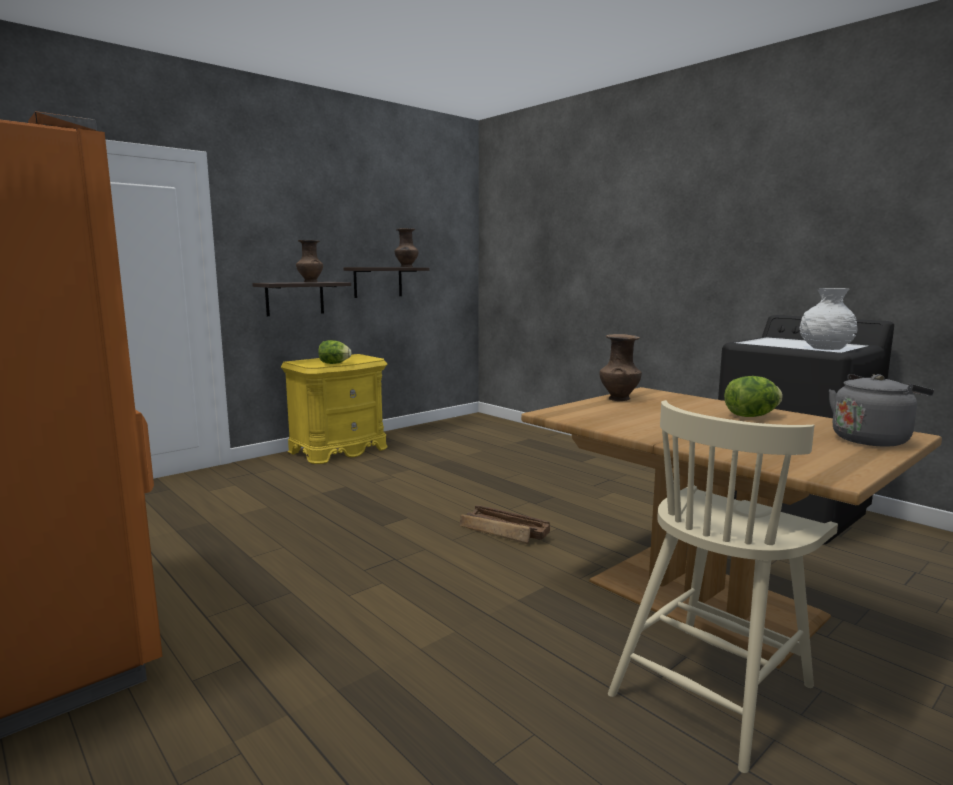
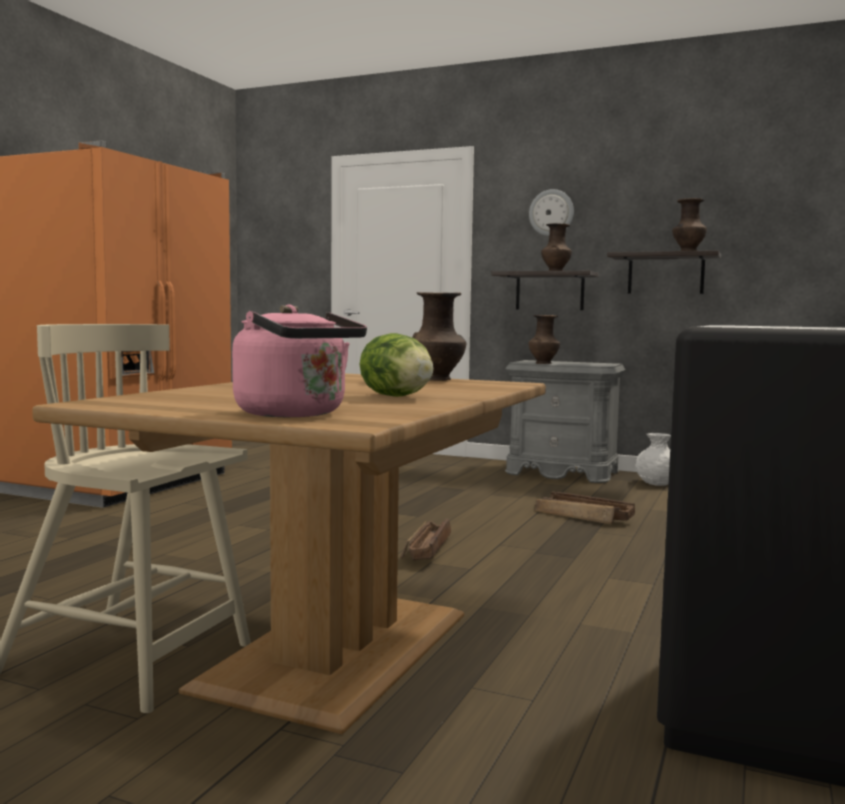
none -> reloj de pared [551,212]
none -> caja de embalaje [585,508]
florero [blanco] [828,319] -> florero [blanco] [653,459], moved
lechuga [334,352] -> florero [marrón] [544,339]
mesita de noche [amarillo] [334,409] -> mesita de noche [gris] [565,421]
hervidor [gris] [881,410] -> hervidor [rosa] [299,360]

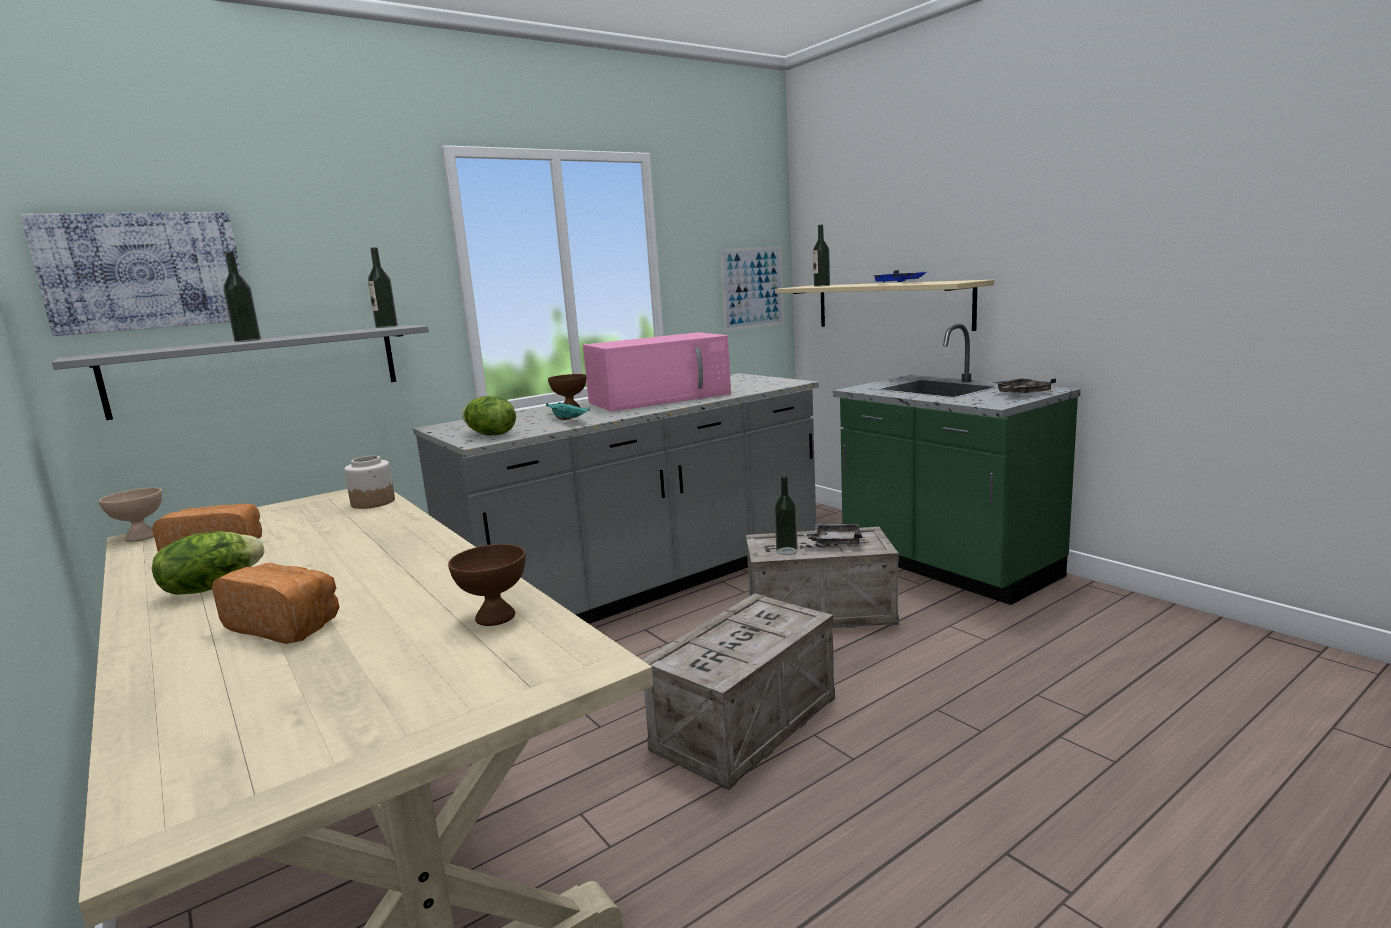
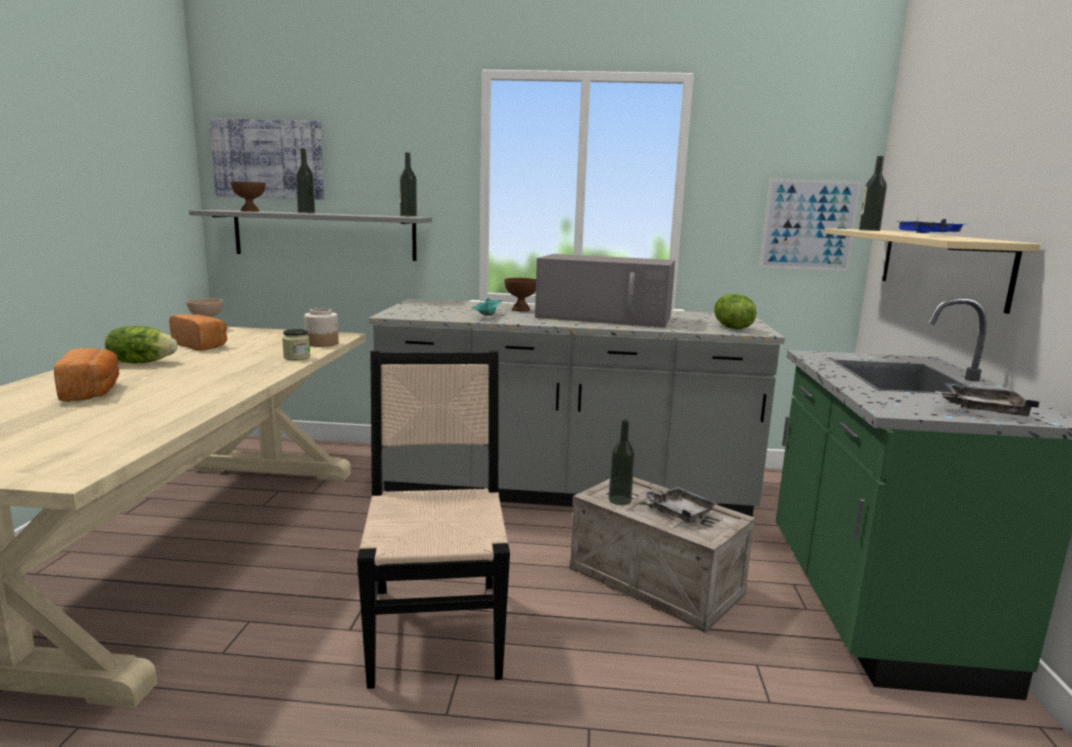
none -> tarro [296,344]
cuenco [marrón] [487,585] -> cuenco [marrón] [247,196], moved
lechuga [489,415] -> lechuga [735,311], moved
caja de embalaje [738,691] -> silla [433,519]
microondas [rosa] [657,372] -> microondas [gris] [605,291]

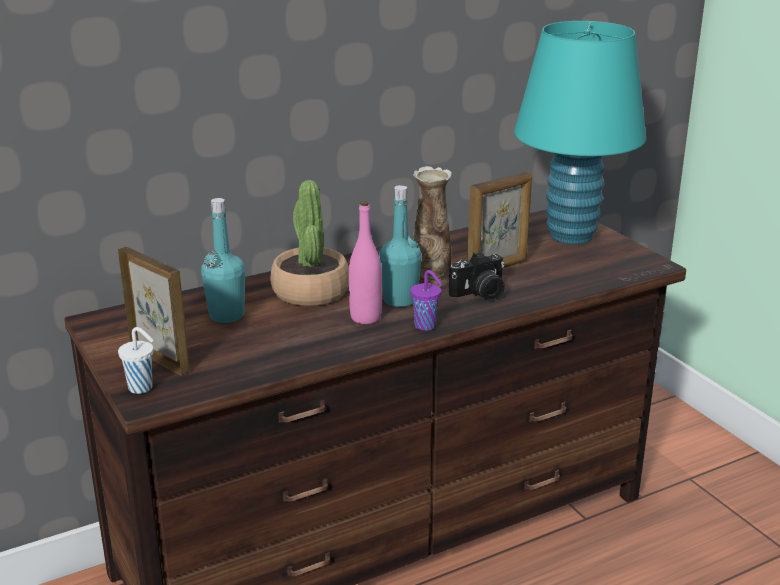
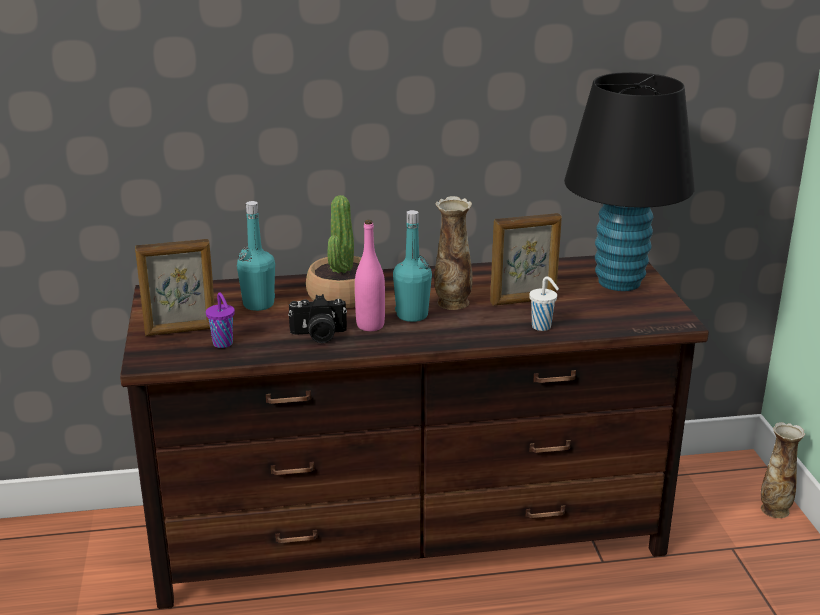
none -> florero [783,470]
taza [blanco] [136,360] -> taza [blanco] [544,303], moved
taza [morado] [426,300] -> taza [morado] [220,320], moved
cámara [477,276] -> cámara [317,318], moved
lámpara de mesa [turquesa] [580,132] -> lámpara de mesa [negro] [629,181]
portarretratos [154,311] -> portarretratos [175,287], 105 degrees clockwise

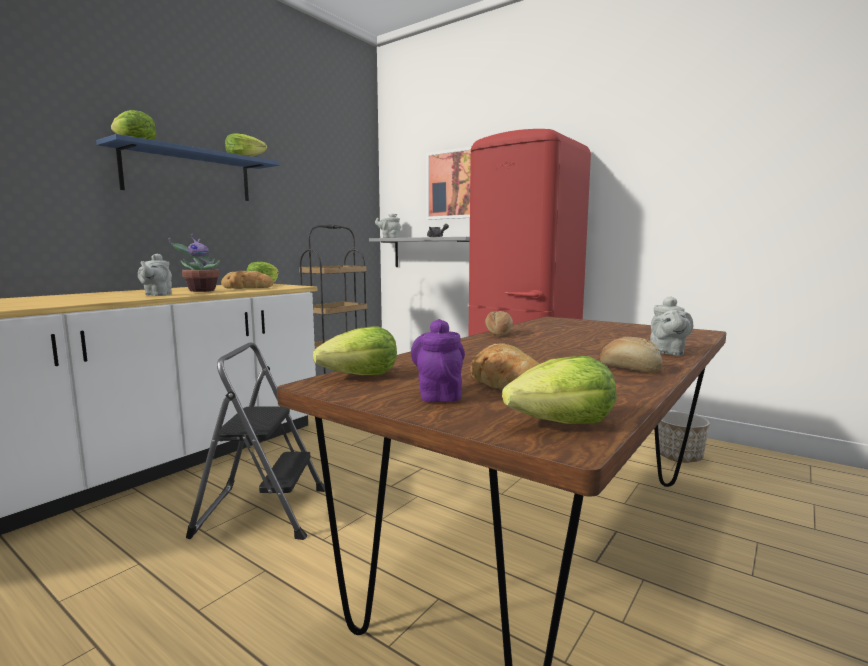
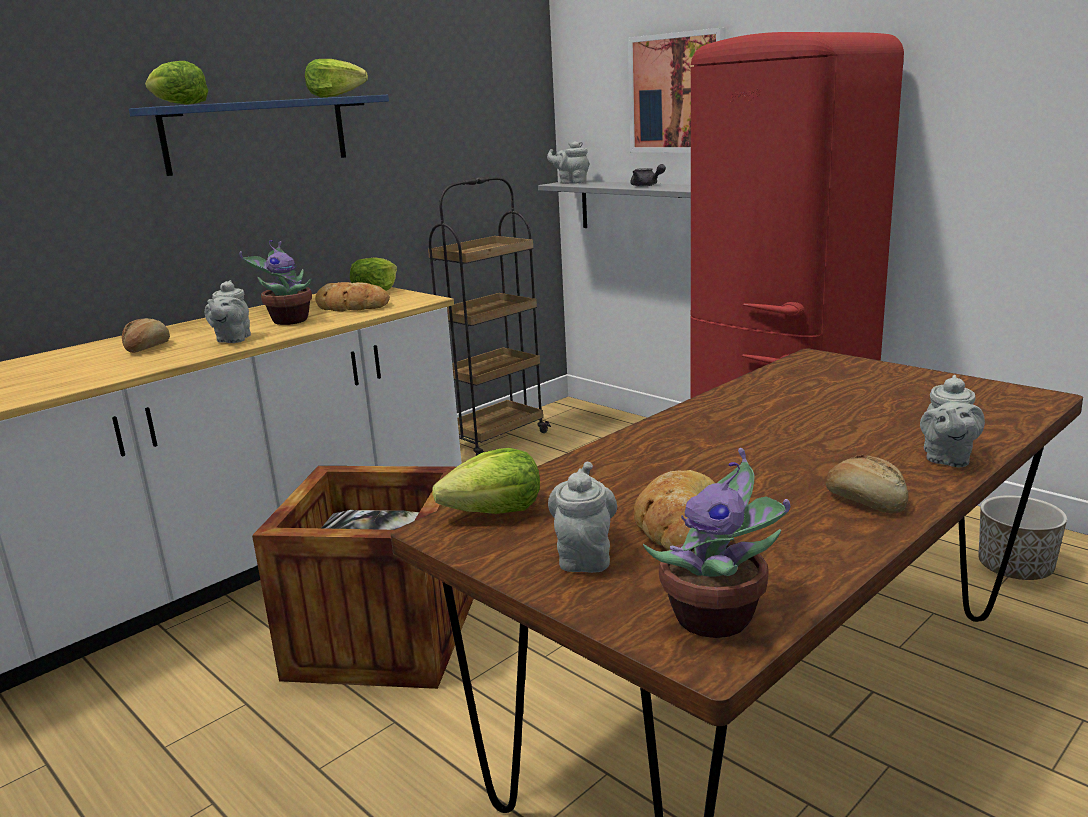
pan [499,323] -> pan [146,335], moved
escalera de tijera [negro] [255,441] -> caja de embalaje [363,577]
lechuga [559,390] -> planta en maceta [716,543]
tetera [morado] [438,360] -> tetera [gris] [582,517]

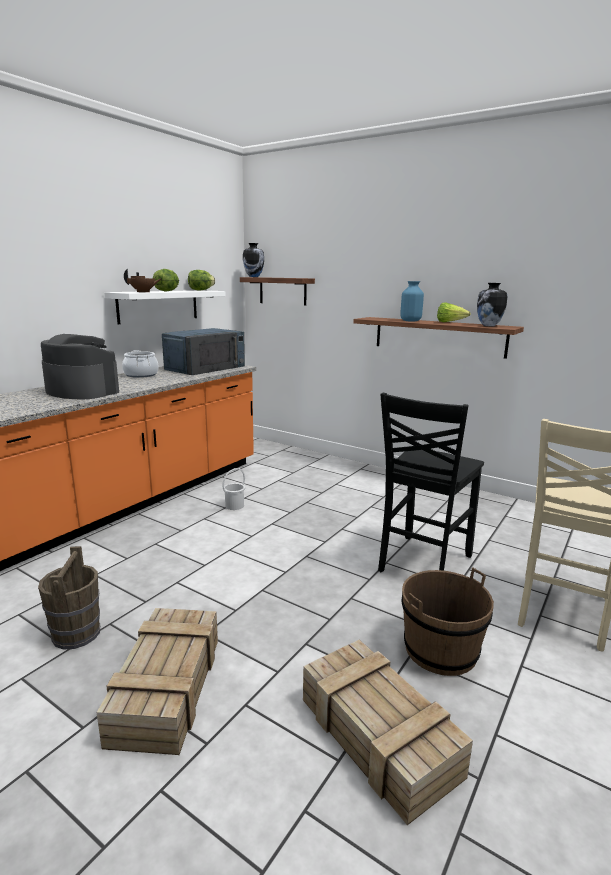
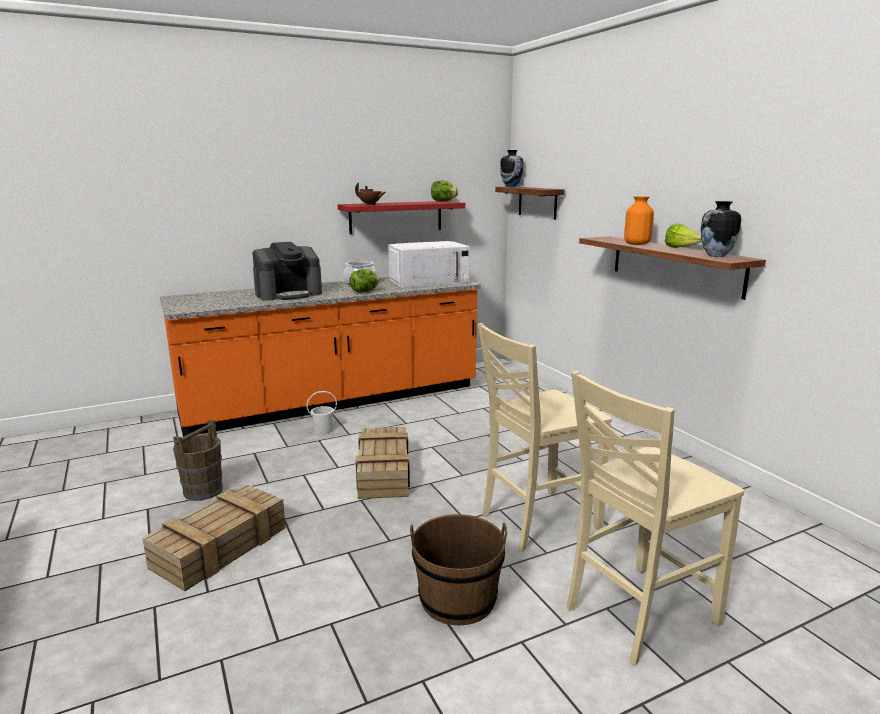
lechuga [166,280] -> lechuga [364,281], moved
cubo [blanco] [233,489] -> cubo [blanco] [322,412], moved
caja de embalaje [388,732] -> caja de embalaje [383,463], moved
estante [blanco] [165,307] -> estante [rojo] [401,217]
microondas [azul] [203,351] -> microondas [blanco] [429,264]
silla [negro] [431,482] -> silla [beis] [545,437]
florero [azul] [412,301] -> florero [naranja] [639,220]
cafetera [80,367] -> cafetera [287,271], 90 degrees clockwise

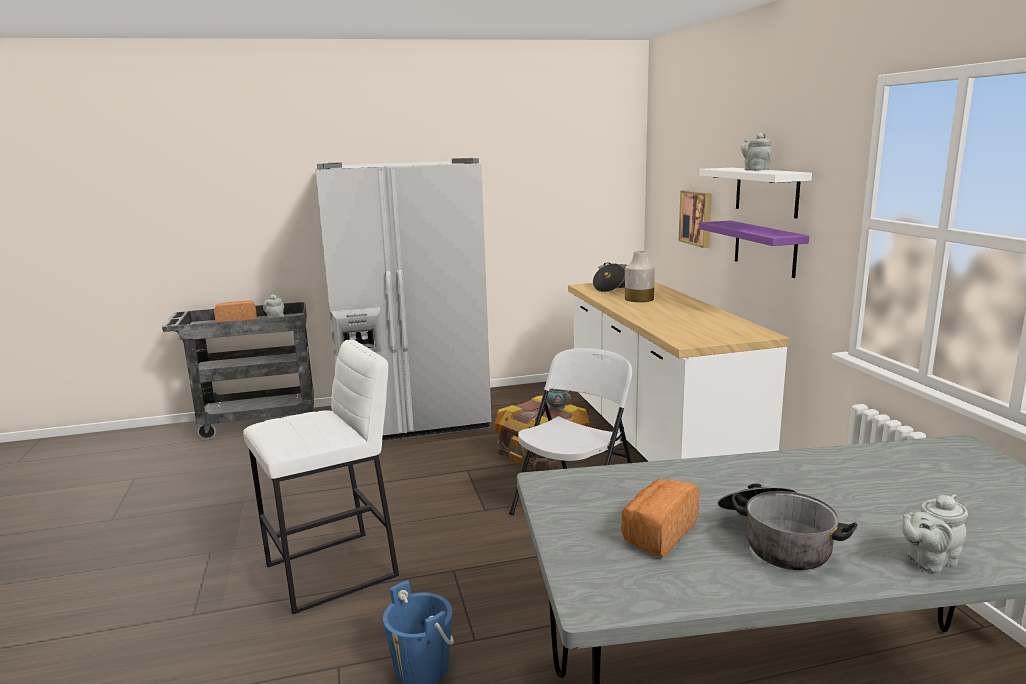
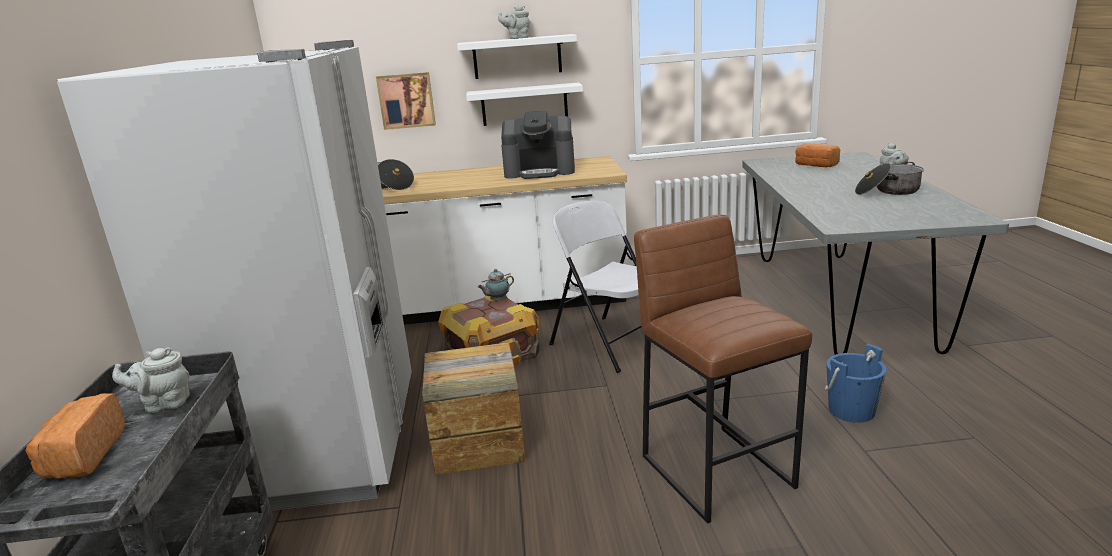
florero [beis] [640,276] -> none
none -> caja de embalaje [473,408]
none -> cafetera [538,145]
pan [660,518] -> pan [817,155], moved
taburete [blanco] [321,477] -> taburete [marrón] [723,368]
estante [morado] [754,249] -> estante [blanco] [524,104]

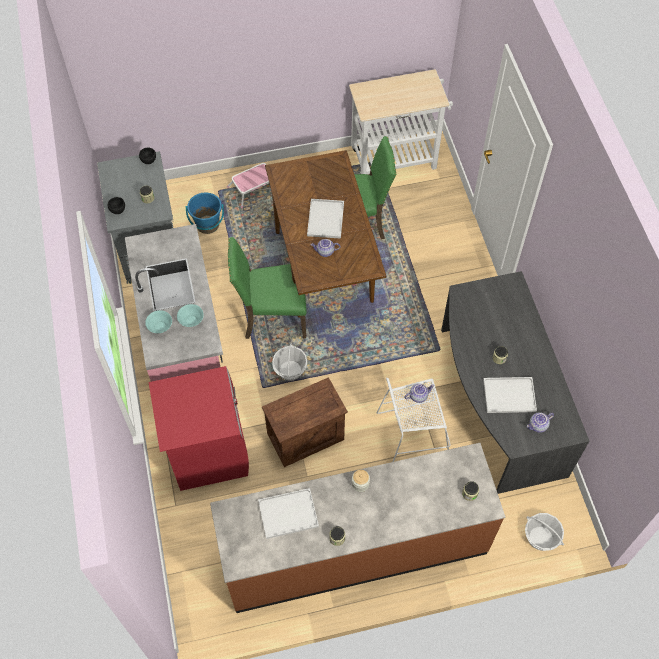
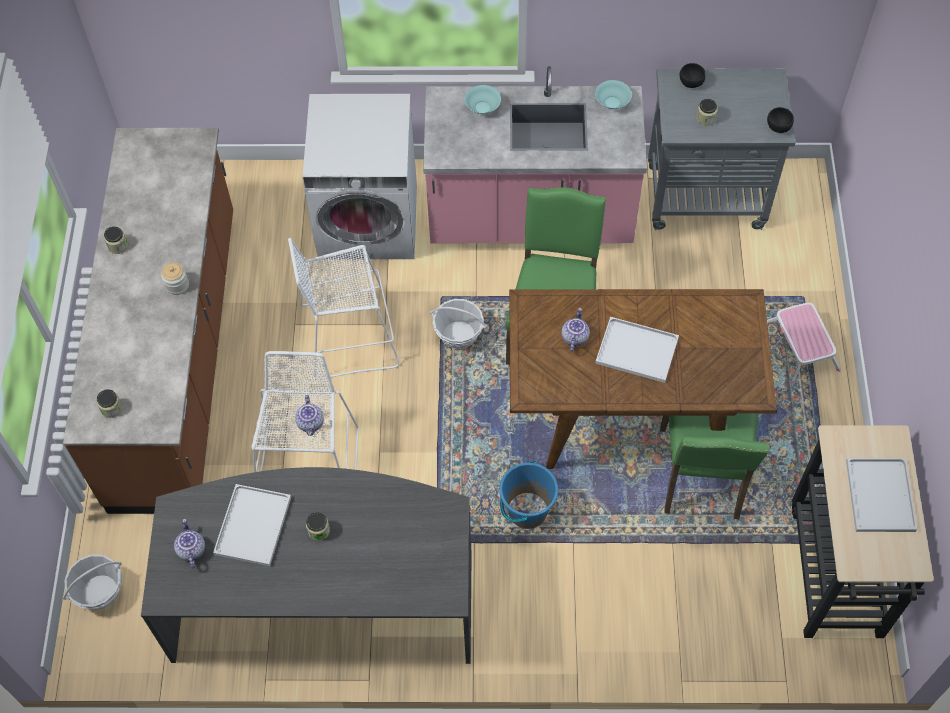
cuenco [turquesa] [190,315] -> cuenco [turquesa] [613,94], moved
cubo [azul] [205,213] -> cubo [azul] [528,495], moved
bandeja [blanco] [288,513] -> bandeja [blanco] [881,495], moved
caja de embalaje [305,422] -> taburete [blanco] [343,309]
lavadora [rojo] [199,428] -> lavadora [blanco] [359,176]
carrito [blanco] [401,121] -> carrito [negro] [863,531]

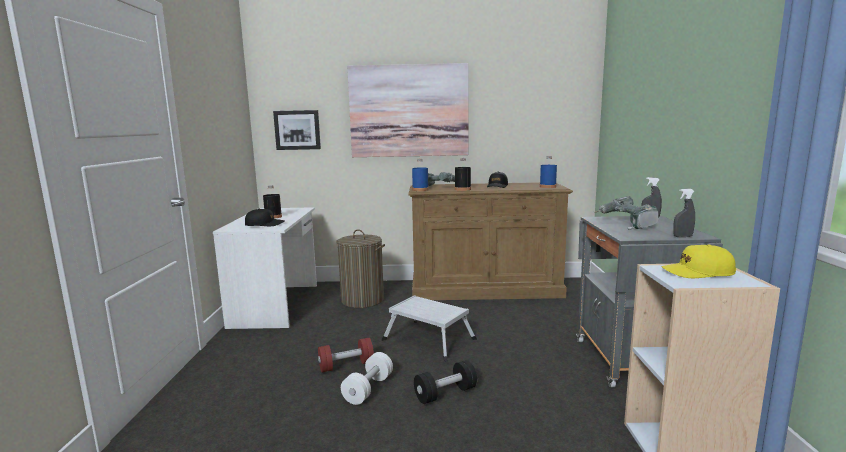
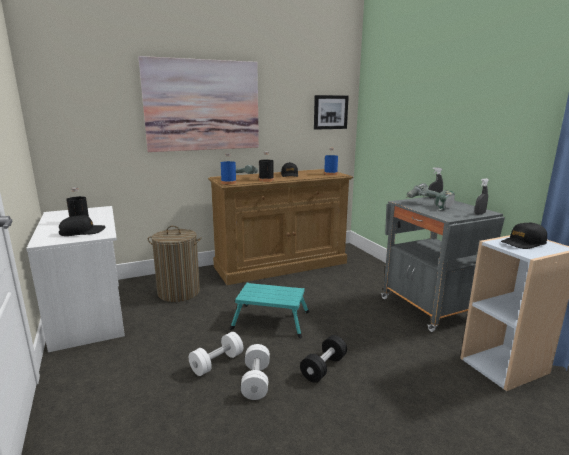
cuadro [297,130] -> cuadro [331,112], moved
mancuerna [rojo] [346,355] -> mancuerna [blanco] [216,354]
escalera de tijera [blanco] [429,328] -> escalera de tijera [turquesa] [269,311]
gorra [amarillo] [698,261] -> gorra [negro] [524,236]

